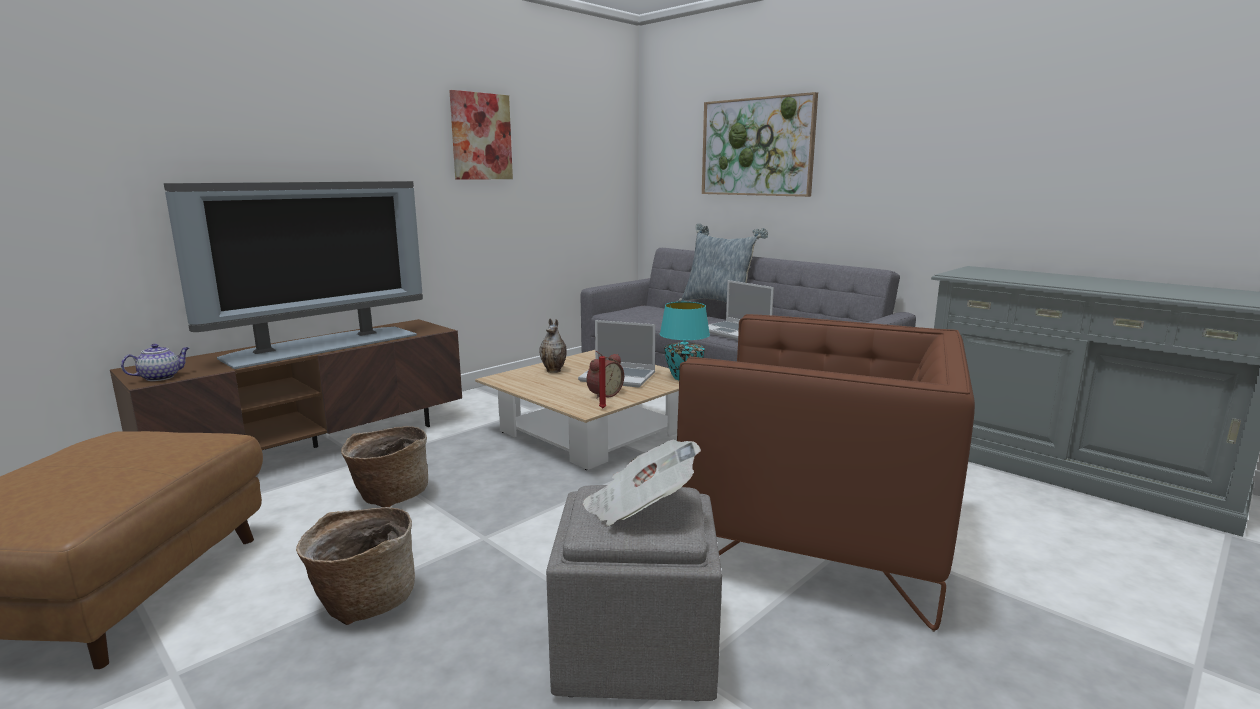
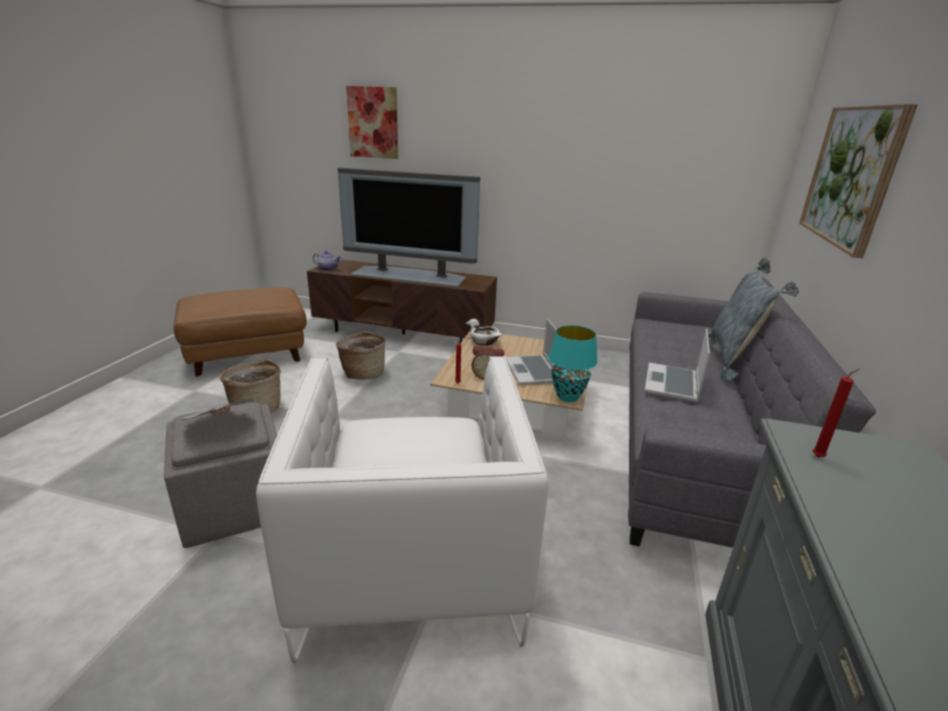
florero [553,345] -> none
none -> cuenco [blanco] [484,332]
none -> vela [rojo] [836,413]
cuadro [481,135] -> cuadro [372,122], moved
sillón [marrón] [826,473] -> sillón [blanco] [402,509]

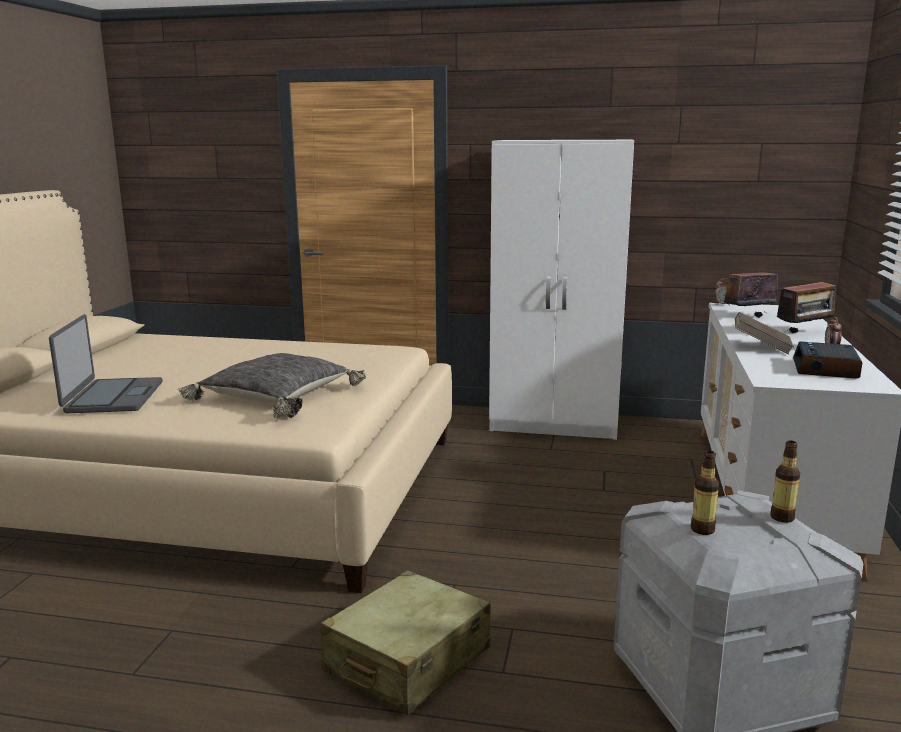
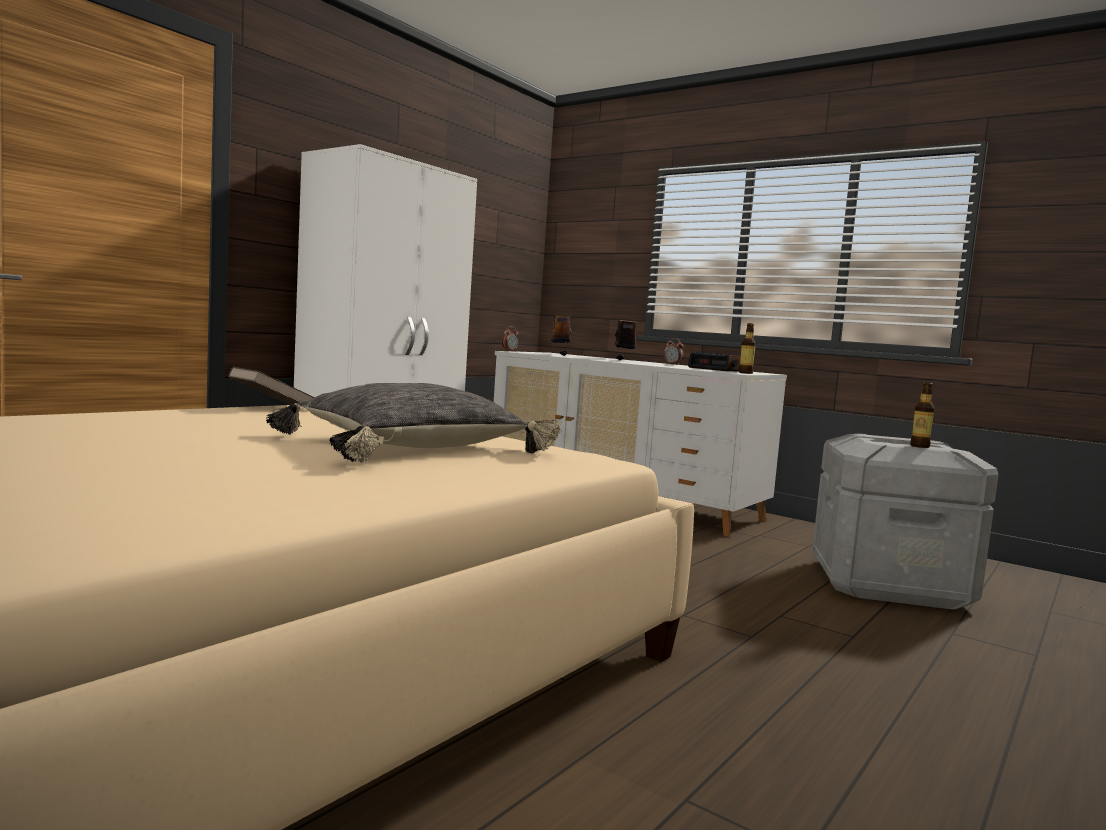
portátil [106,363] -> none
maleta [beis] [405,642] -> none
libro [marrón] [764,333] -> libro [marrón] [271,387], moved
botella [785,481] -> botella [747,348], moved

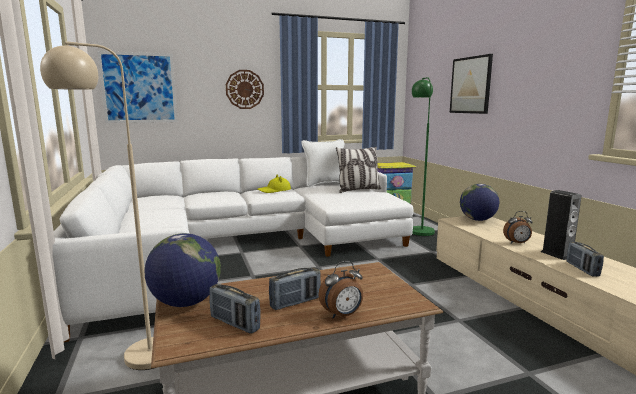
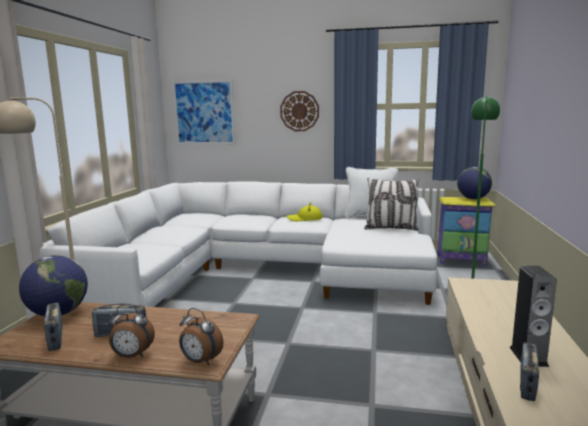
cuadro [471,84] -> none
globo terráqueo [479,202] -> globo terráqueo [474,183], moved
despertador [518,227] -> despertador [201,336], moved

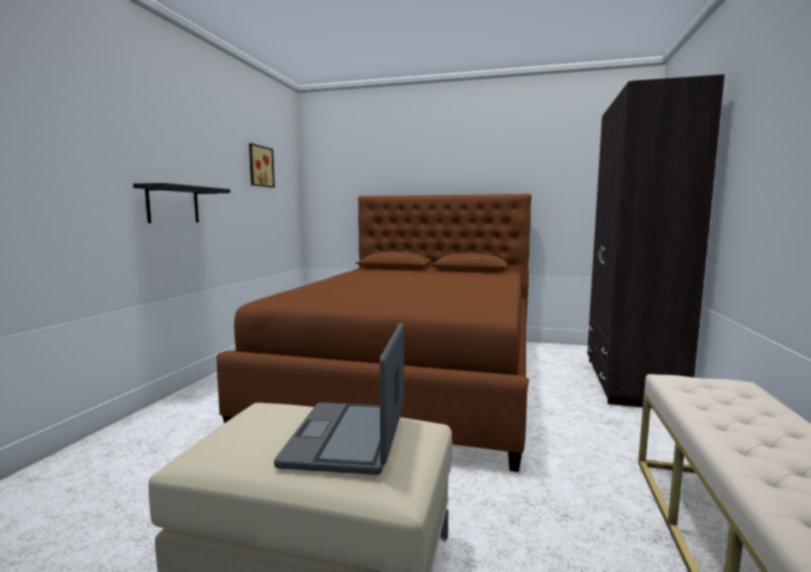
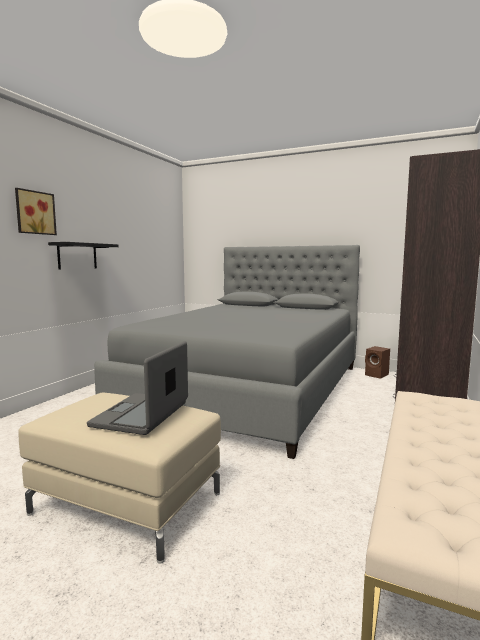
none -> altavoz [marrón] [377,362]
cuadro [262,165] -> cuadro [36,211], moved
cama [marrón] [373,333] -> cama [gris] [227,352]

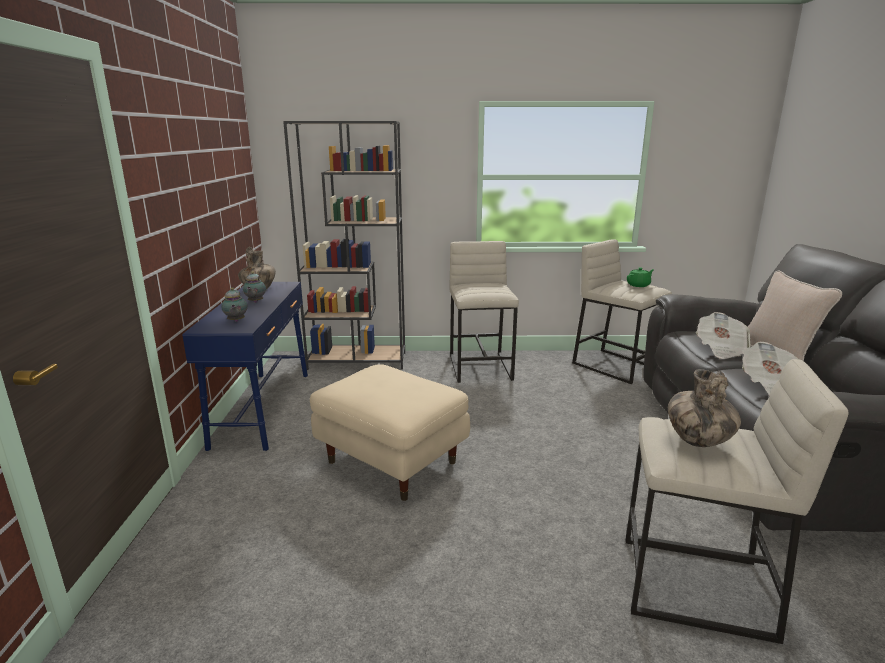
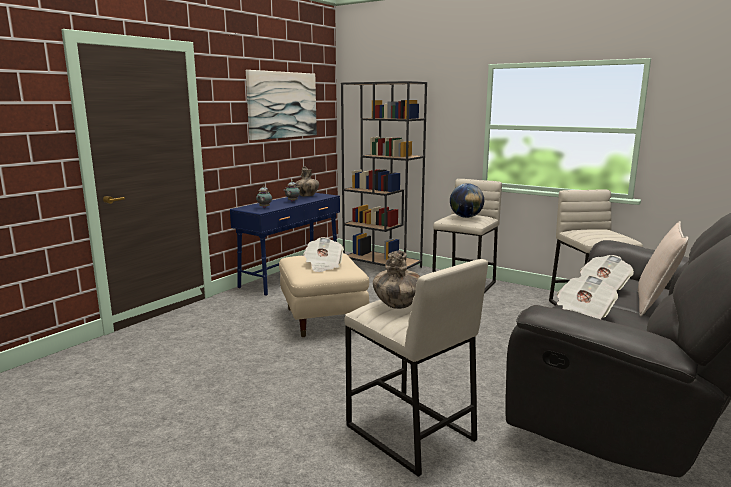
tetera [verde] [640,277] -> none
none -> cuadro [281,105]
none -> periódico [323,254]
none -> globo terráqueo [467,200]

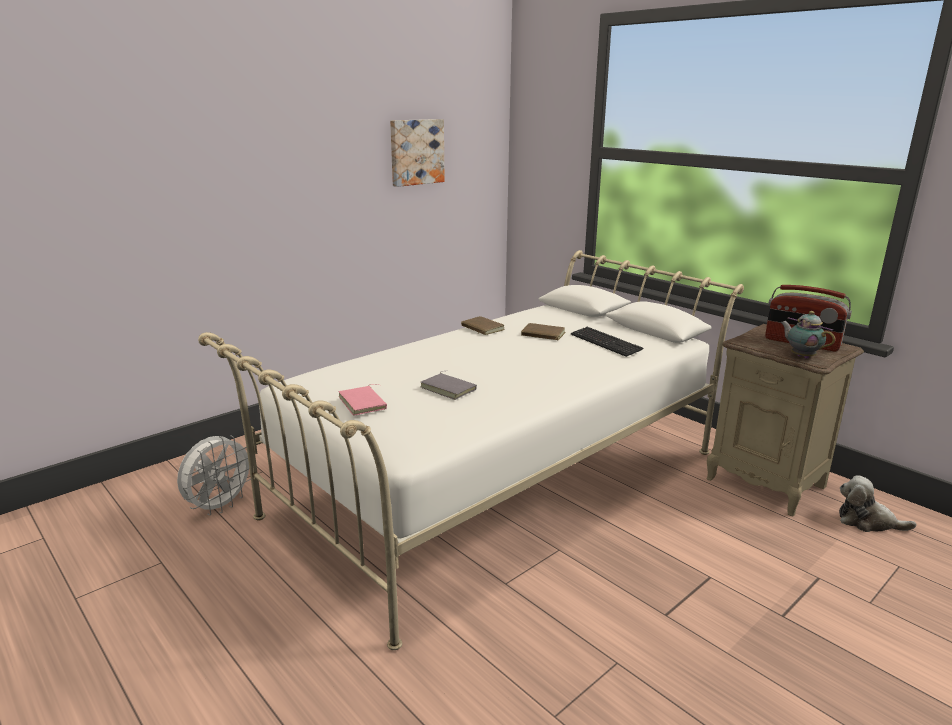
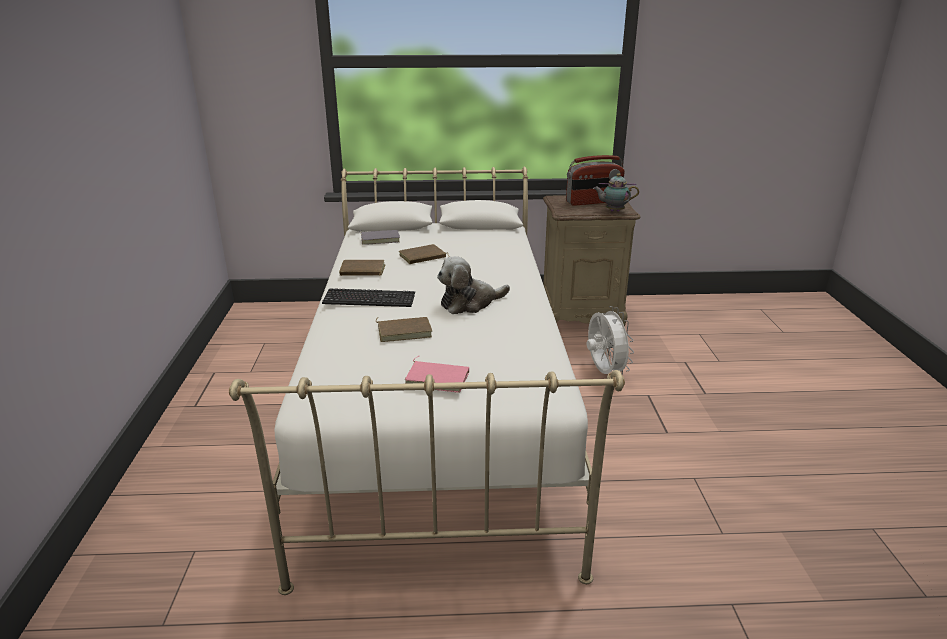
cuadro [417,153] -> none
none -> libro [marrón] [404,329]
ventilador [blanco] [214,475] -> ventilador [blanco] [610,340], moved
libro [gris] [448,385] -> libro [gris] [379,237], moved
teclado [607,342] -> teclado [368,297], moved
peluche [877,503] -> peluche [473,285], moved

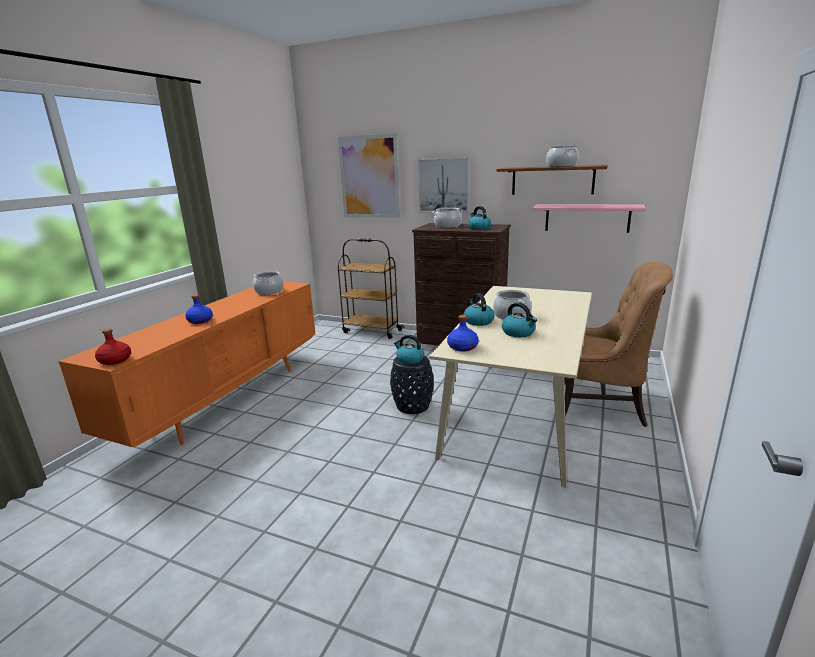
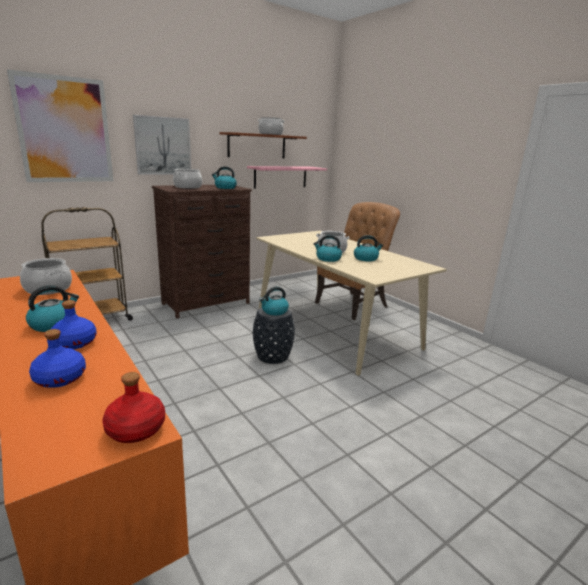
none -> hervidor [52,308]
botella [azul] [463,333] -> botella [azul] [57,358], moved

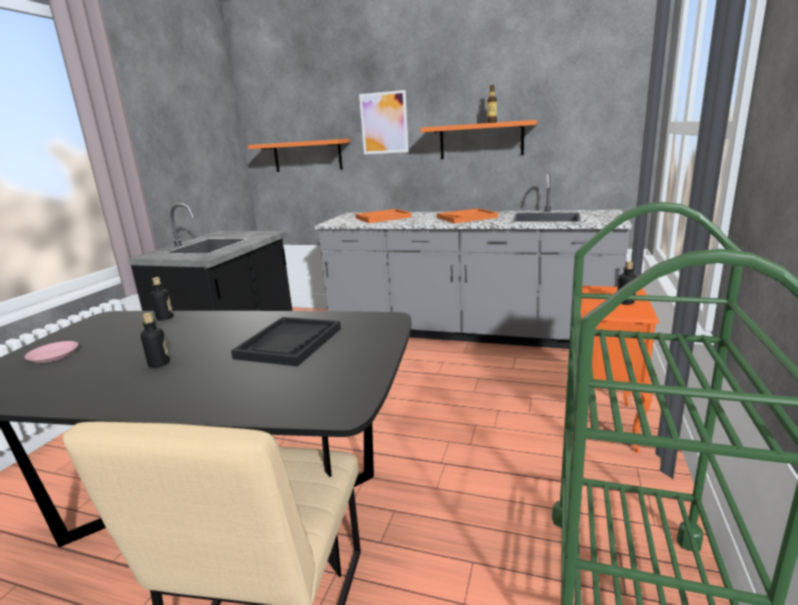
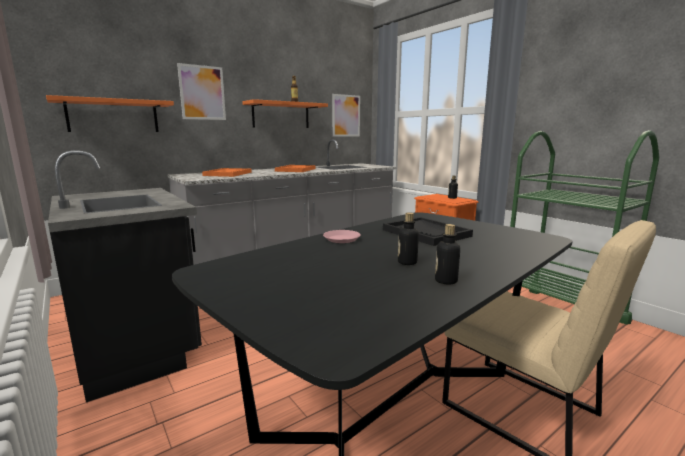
none -> cuadro [346,115]
plato [rosa] [51,352] -> plato [rosa] [342,236], moved
botella [161,299] -> botella [447,254], moved

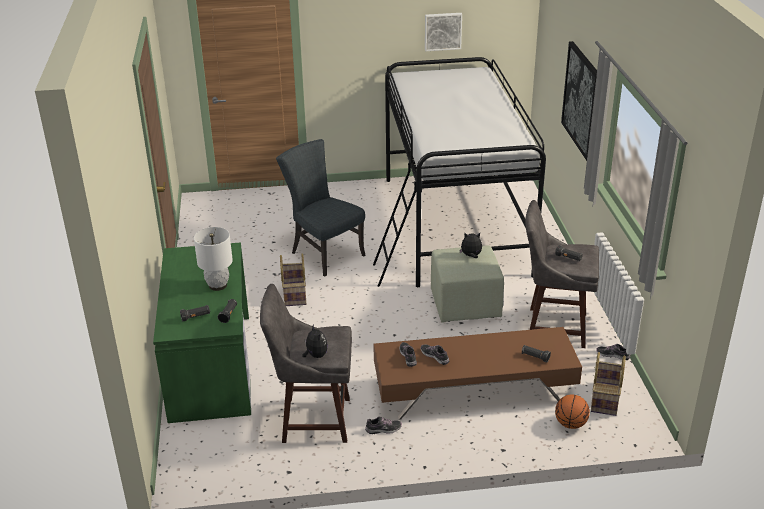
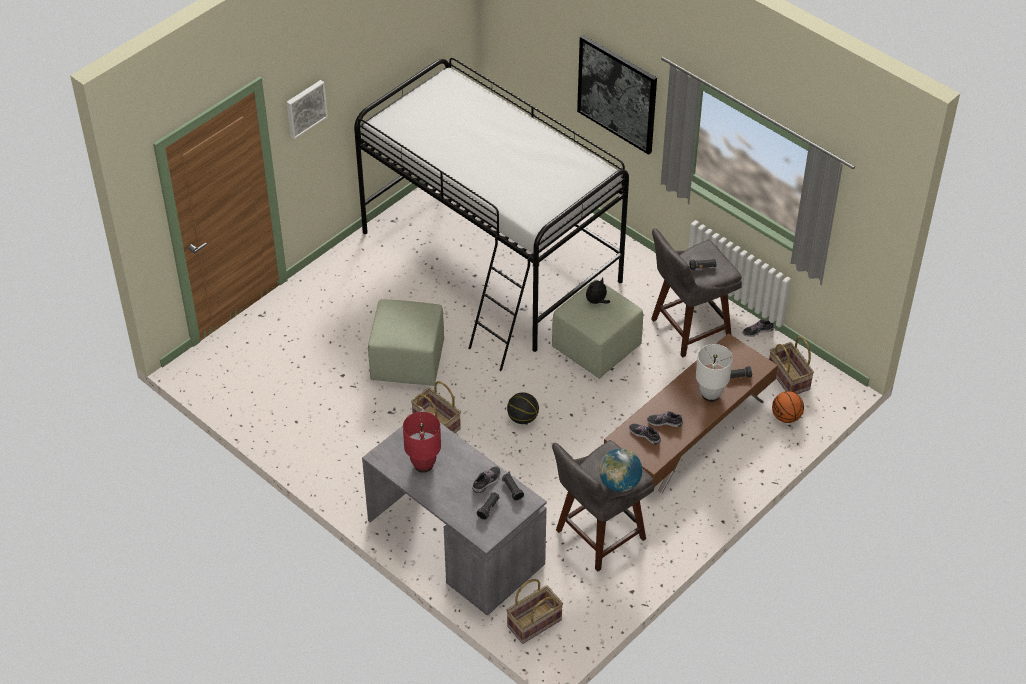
none -> lámpara de mesa [rojo] [422,442]
none -> cesta [534,611]
none -> balón de baloncesto [523,408]
lámpara de mesa [blanco] [213,259] -> lámpara de mesa [blanco] [714,373], moved
zapato [383,425] -> zapato [486,479], moved
cuadro [443,32] -> cuadro [307,109], moved
silla [gris] [321,208] -> puf [verde] [406,342]
peluche [315,341] -> globo terráqueo [620,470]
escritorio [verde] [202,332] -> escritorio [gris] [454,513]

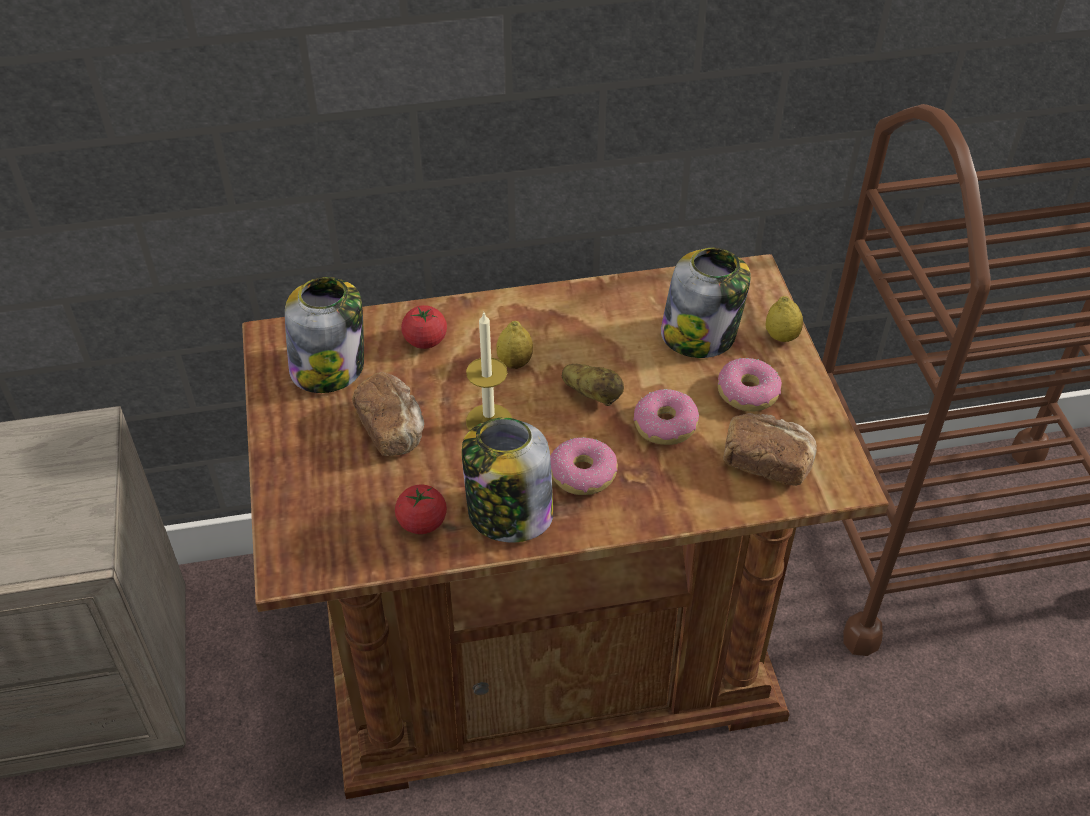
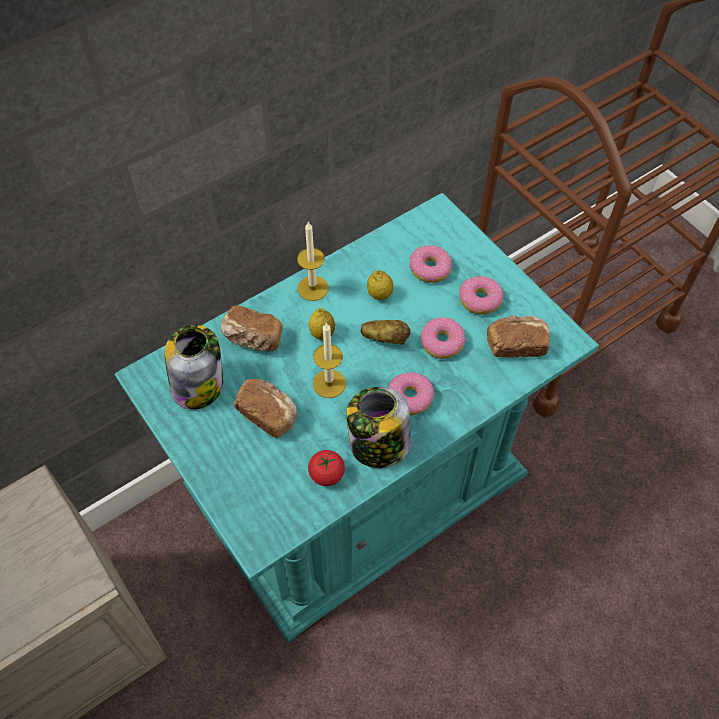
none -> vela [312,261]
limón [784,319] -> limón [380,285], moved
tomate [424,327] -> pan [251,328]
tarro [706,303] -> rosquilla [431,264]
armario [marrón] [565,526] -> armario [turquesa] [357,418]

